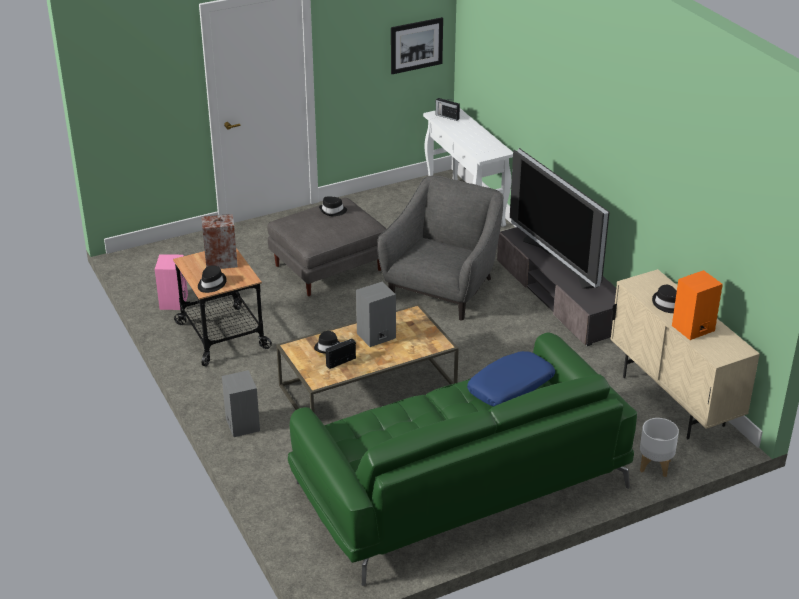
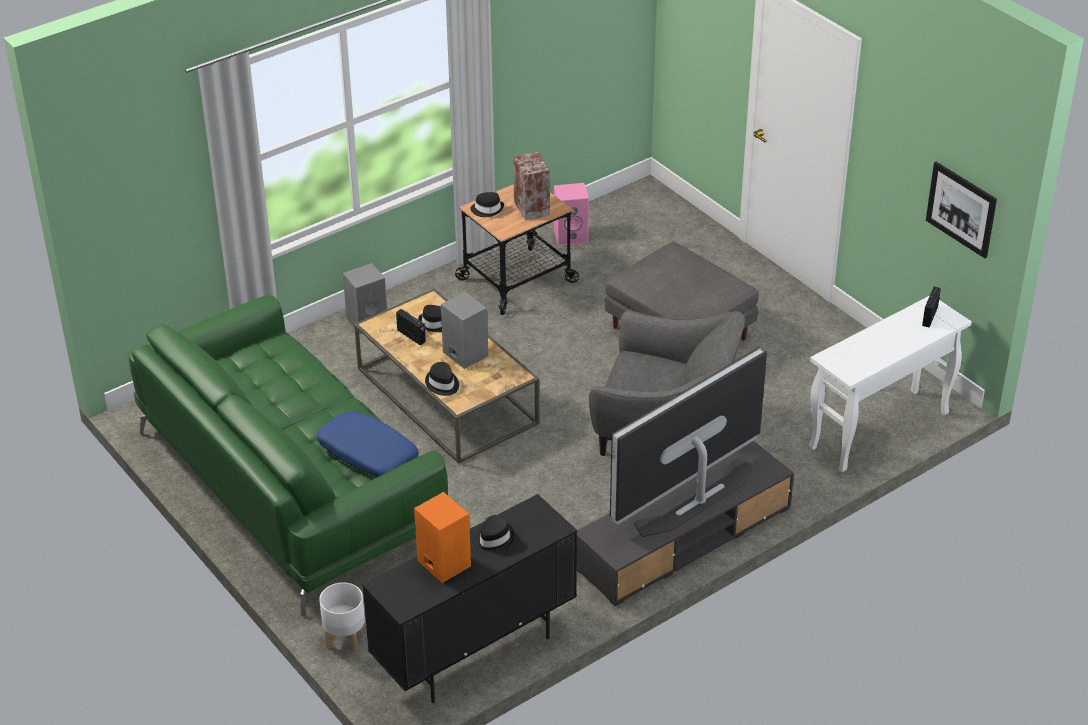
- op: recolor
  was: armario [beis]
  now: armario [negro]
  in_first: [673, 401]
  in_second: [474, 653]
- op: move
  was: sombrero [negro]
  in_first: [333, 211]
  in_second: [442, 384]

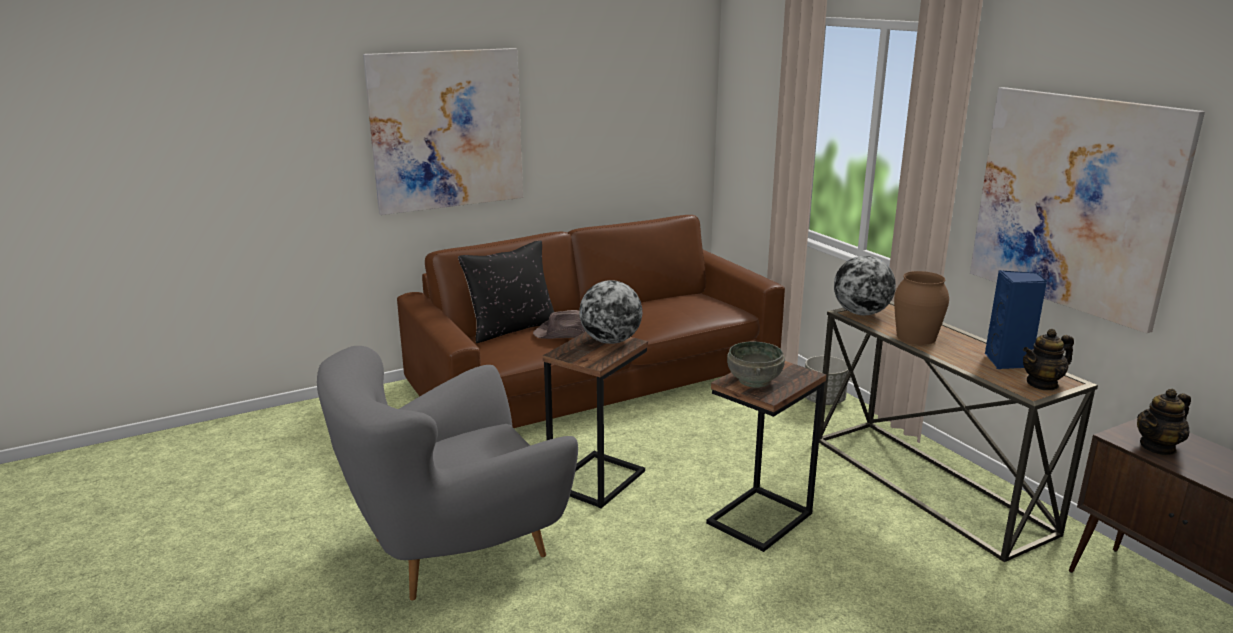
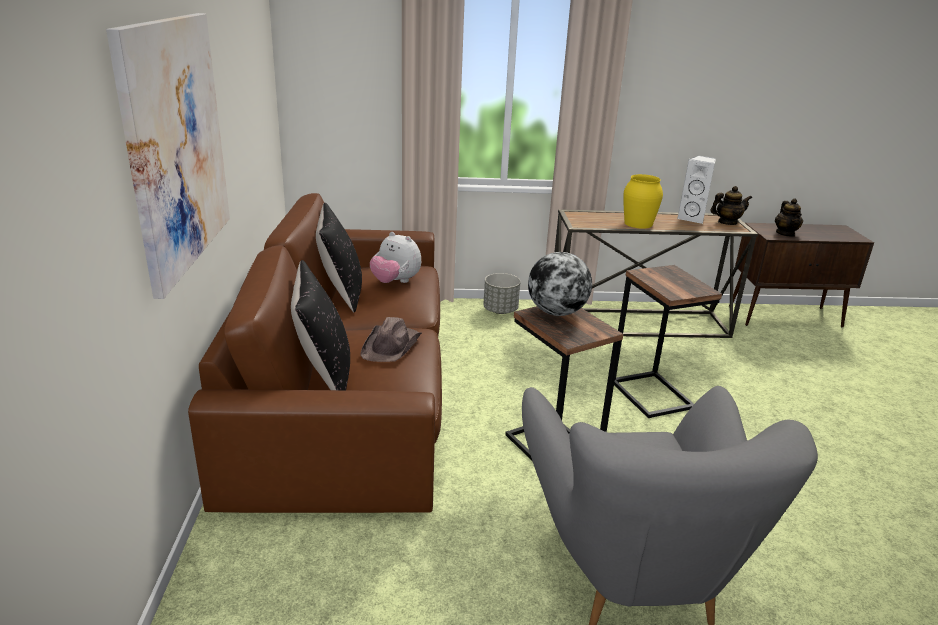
- op: insert
  now: cojín [negro]
  in_second: [341, 293]
- op: insert
  now: peluche
  in_second: [395, 282]
- op: recolor
  was: florero [marrón]
  now: florero [amarillo]
  in_first: [915, 337]
  in_second: [638, 224]
- op: recolor
  was: altavoz [azul]
  now: altavoz [blanco]
  in_first: [1008, 362]
  in_second: [692, 218]
- op: rotate
  was: tetera
  in_first: [1042, 384]
  in_second: [727, 222]
  clockwise: -105
- op: delete
  was: cuenco [gris]
  in_first: [755, 381]
- op: delete
  was: globo terráqueo
  in_first: [861, 313]
- op: delete
  was: cuadro
  in_first: [1074, 203]

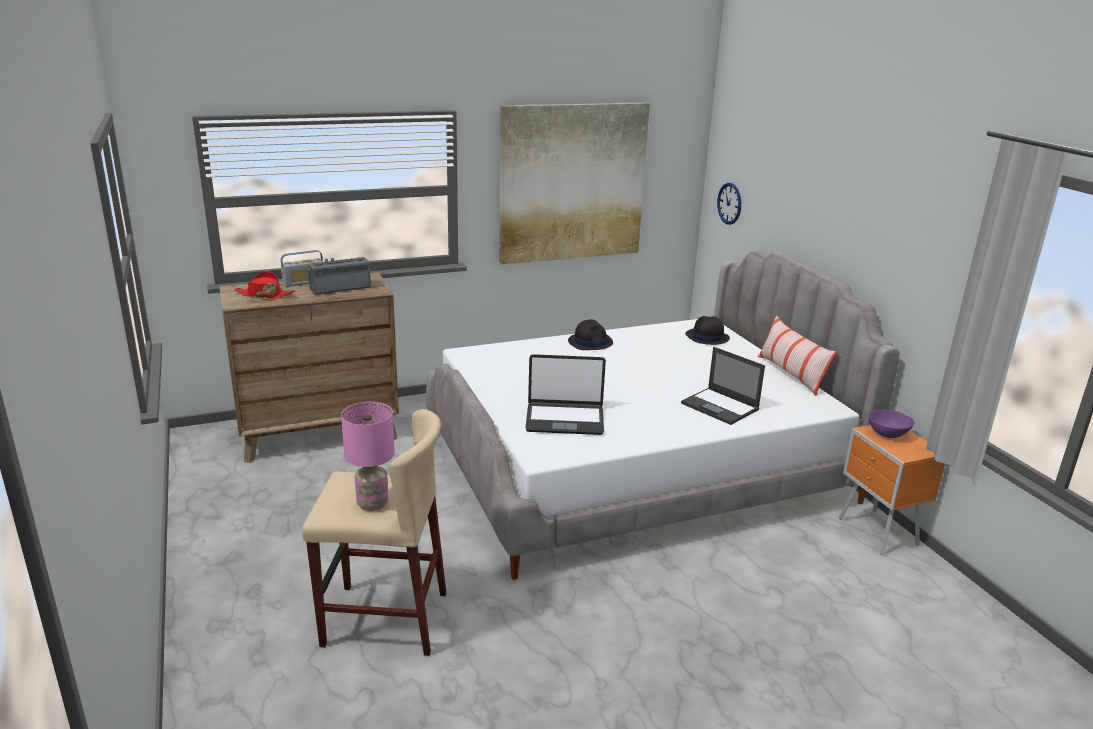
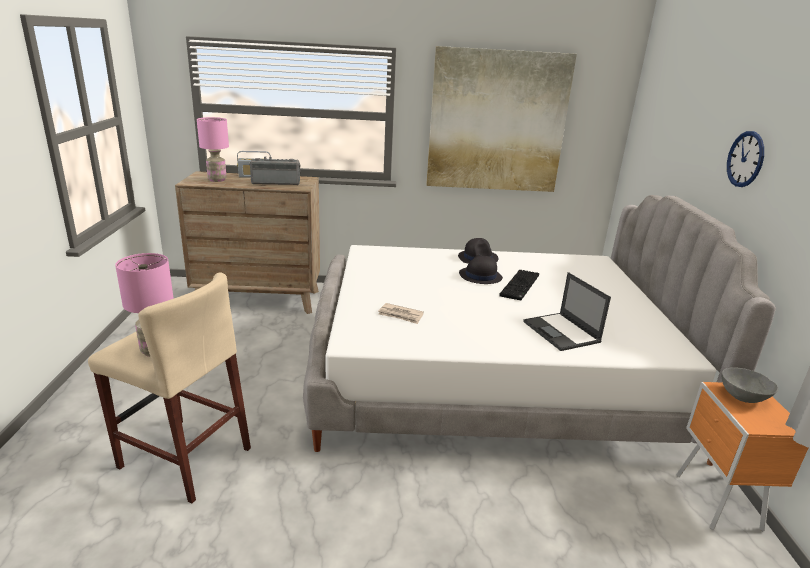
- op: replace
  was: sombrero [rojo]
  now: lámpara de mesa [rosa]
  in_first: [264, 295]
  in_second: [217, 180]
- op: replace
  was: portátil
  now: periódico
  in_first: [564, 420]
  in_second: [401, 315]
- op: move
  was: sombrero [negro]
  in_first: [707, 337]
  in_second: [480, 276]
- op: insert
  now: teclado
  in_second: [520, 286]
- op: recolor
  was: cuenco [morado]
  now: cuenco [gris]
  in_first: [887, 434]
  in_second: [743, 396]
- op: move
  was: reloj de pared
  in_first: [729, 203]
  in_second: [745, 159]
- op: delete
  was: cojín
  in_first: [791, 374]

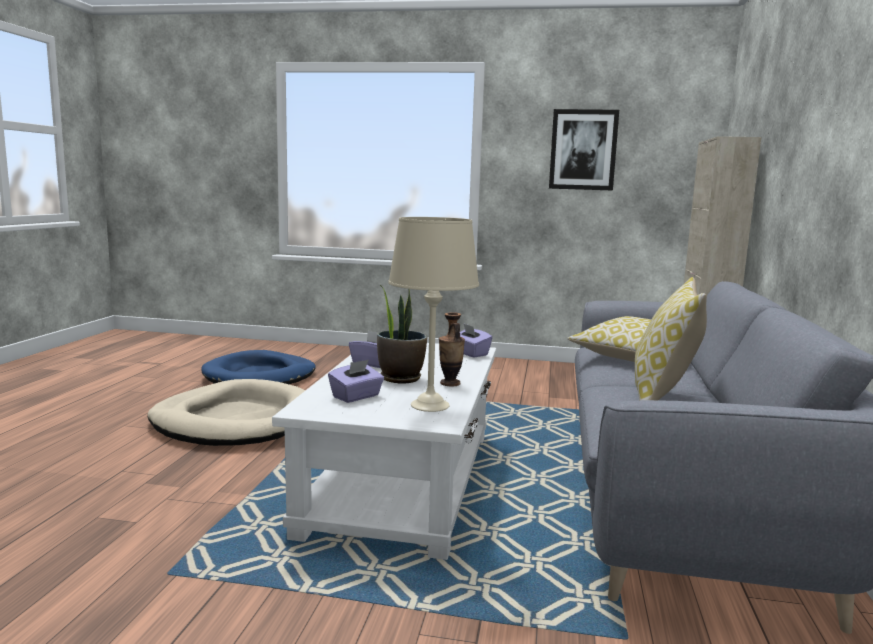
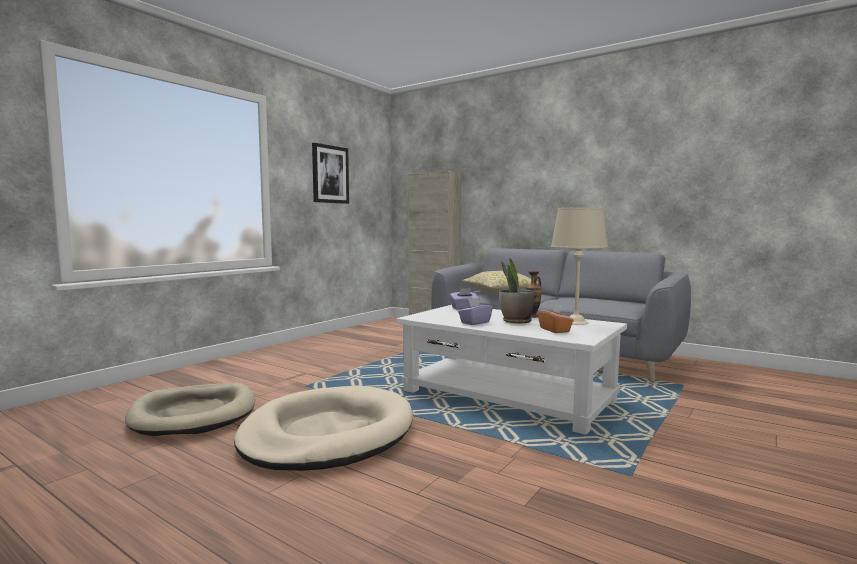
- op: recolor
  was: cama para perro [azul]
  now: cama para perro [beis]
  in_first: [260, 376]
  in_second: [194, 414]
- op: recolor
  was: caja de pañuelos [morado]
  now: caja de pañuelos [naranja]
  in_first: [356, 397]
  in_second: [555, 330]
- op: delete
  was: cojín
  in_first: [662, 397]

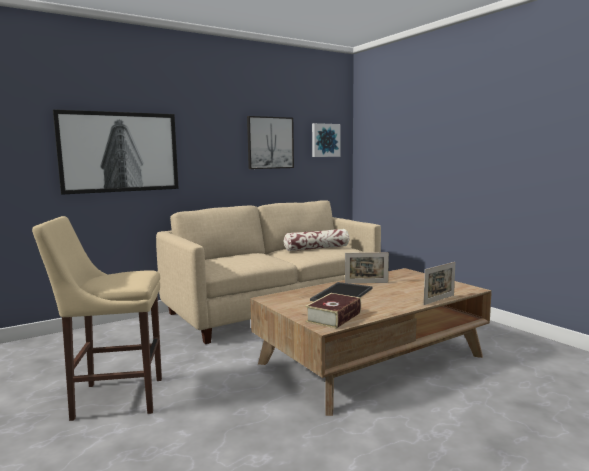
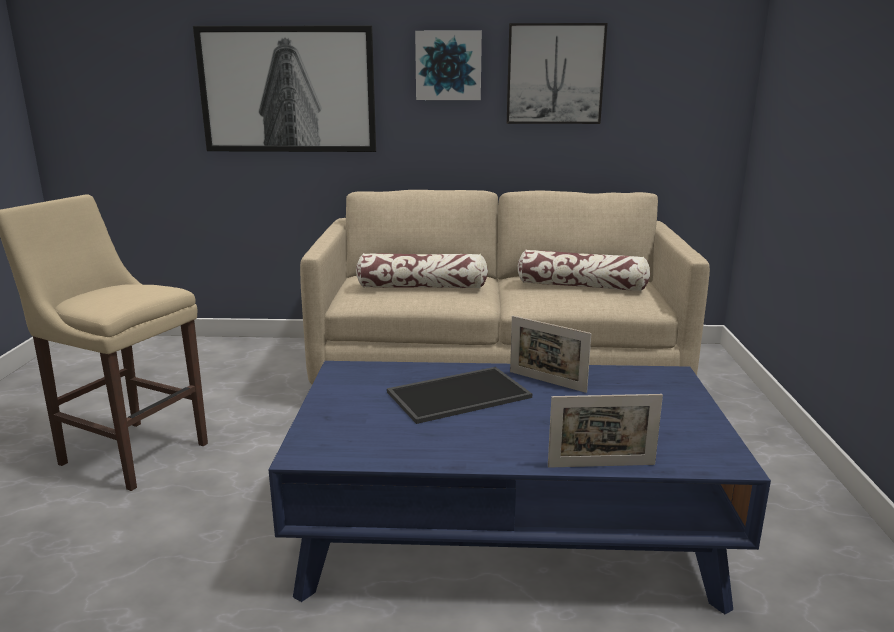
- op: recolor
  was: mesa de centro [marrón]
  now: mesa de centro [azul]
  in_first: [372, 359]
  in_second: [507, 527]
- op: insert
  now: cojín
  in_second: [422, 287]
- op: move
  was: cuadro
  in_first: [325, 140]
  in_second: [448, 65]
- op: delete
  was: libro
  in_first: [334, 317]

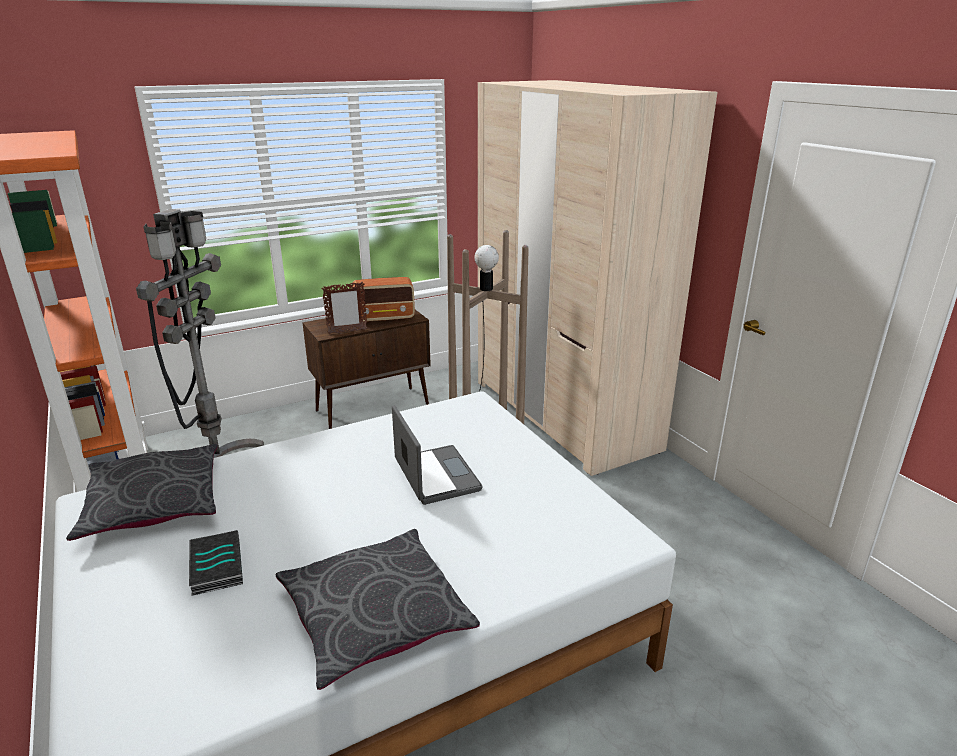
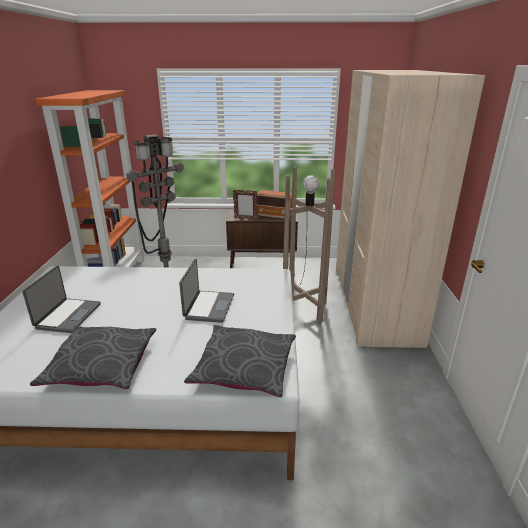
- op: replace
  was: libro
  now: portátil
  in_first: [215, 566]
  in_second: [67, 316]
- op: move
  was: cojín [gris]
  in_first: [153, 503]
  in_second: [244, 368]

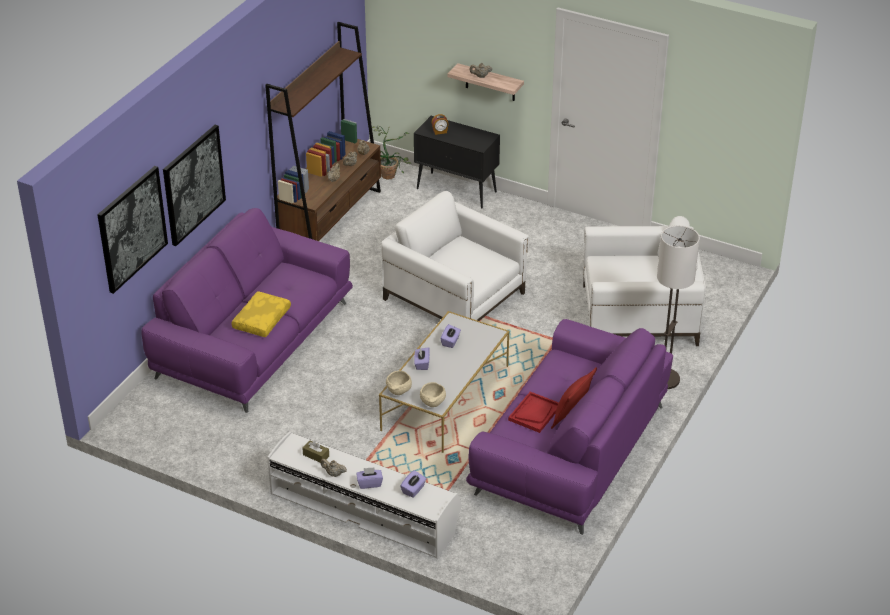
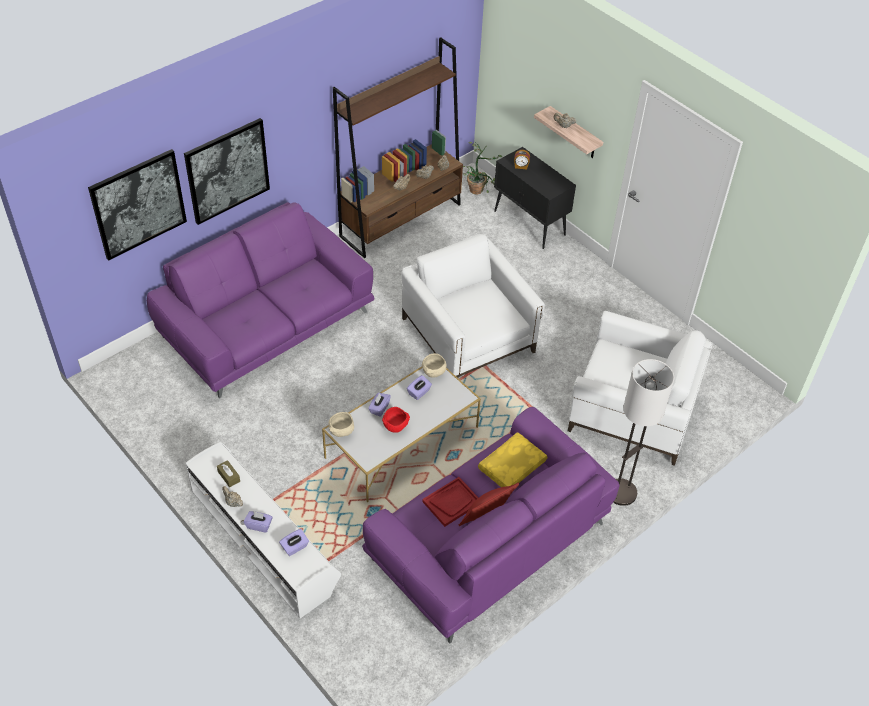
- op: insert
  now: cuenco [rojo]
  in_second: [395, 426]
- op: move
  was: cuenco [beis]
  in_first: [433, 403]
  in_second: [433, 373]
- op: move
  was: cojín [amarillo]
  in_first: [261, 319]
  in_second: [511, 466]

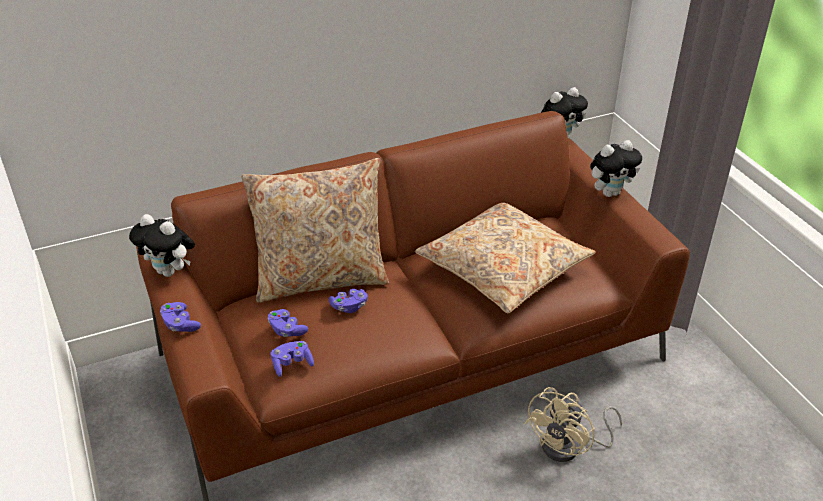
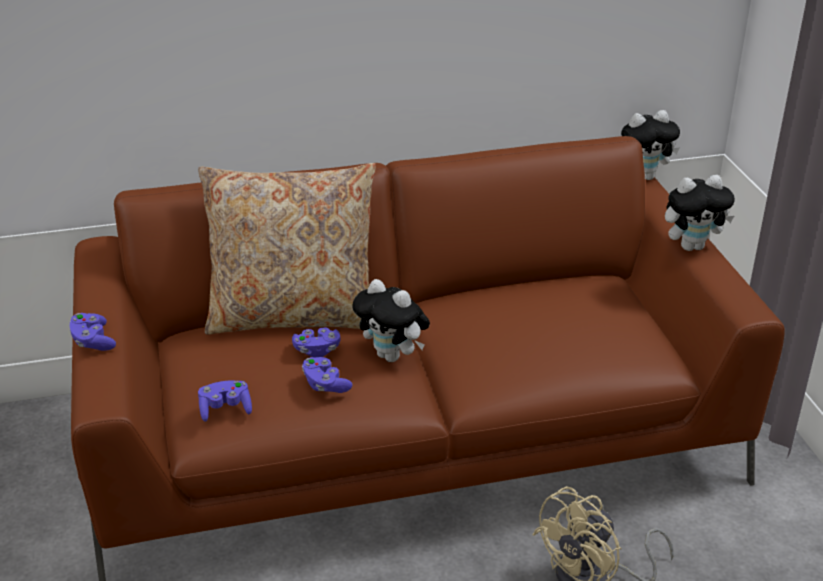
- op: move
  was: mando de consola [morado]
  in_first: [287, 330]
  in_second: [325, 385]
- op: move
  was: peluche
  in_first: [170, 271]
  in_second: [393, 356]
- op: delete
  was: cojín [beis]
  in_first: [503, 267]

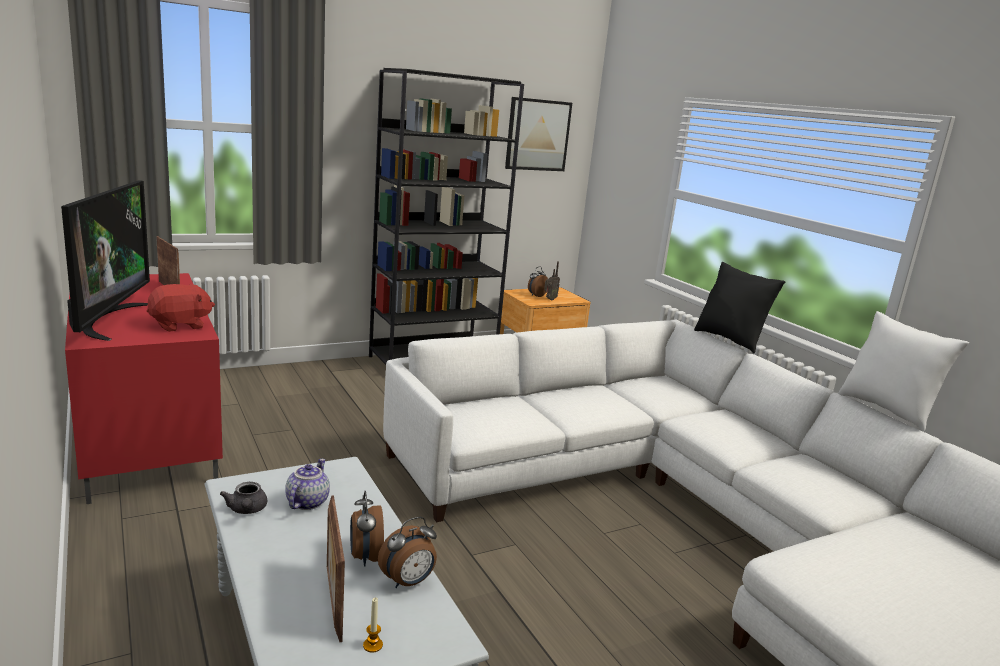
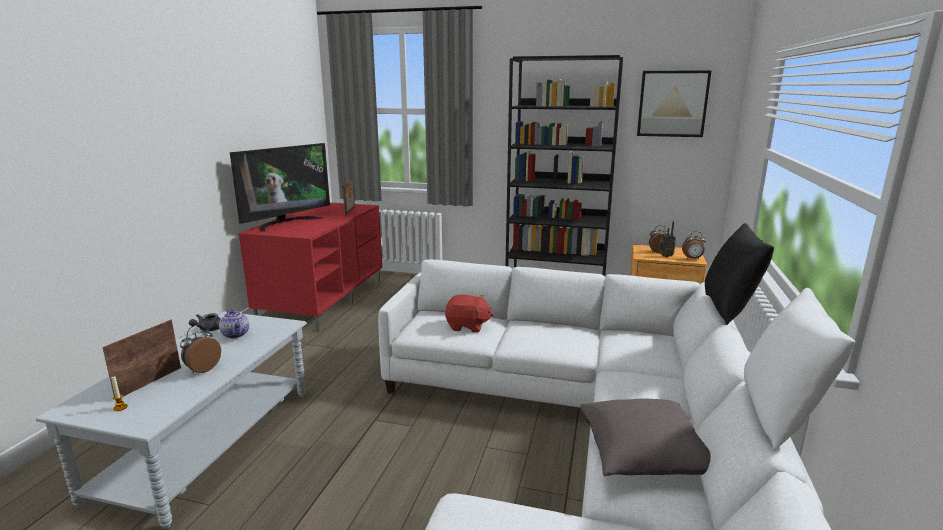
- op: rotate
  was: tetera
  in_first: [306, 502]
  in_second: [236, 334]
  clockwise: 90
- op: move
  was: peluche [rojo]
  in_first: [180, 325]
  in_second: [467, 326]
- op: insert
  now: cojín [gris]
  in_second: [644, 457]
- op: move
  was: despertador
  in_first: [408, 582]
  in_second: [692, 259]

